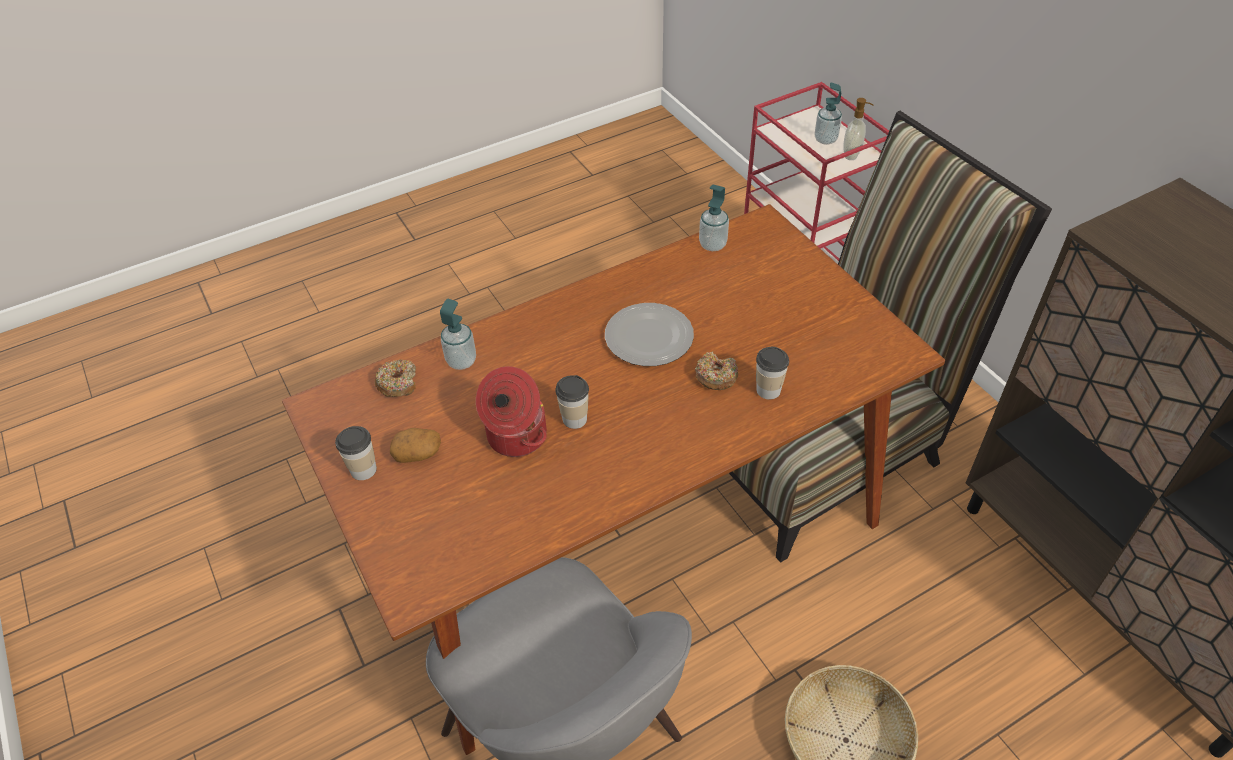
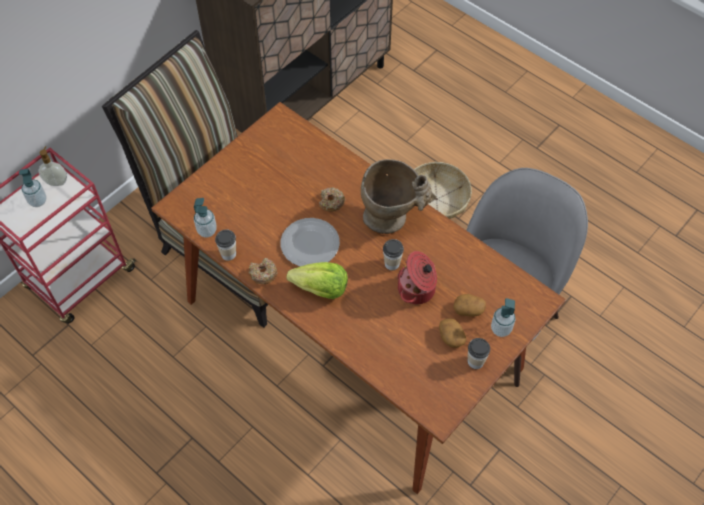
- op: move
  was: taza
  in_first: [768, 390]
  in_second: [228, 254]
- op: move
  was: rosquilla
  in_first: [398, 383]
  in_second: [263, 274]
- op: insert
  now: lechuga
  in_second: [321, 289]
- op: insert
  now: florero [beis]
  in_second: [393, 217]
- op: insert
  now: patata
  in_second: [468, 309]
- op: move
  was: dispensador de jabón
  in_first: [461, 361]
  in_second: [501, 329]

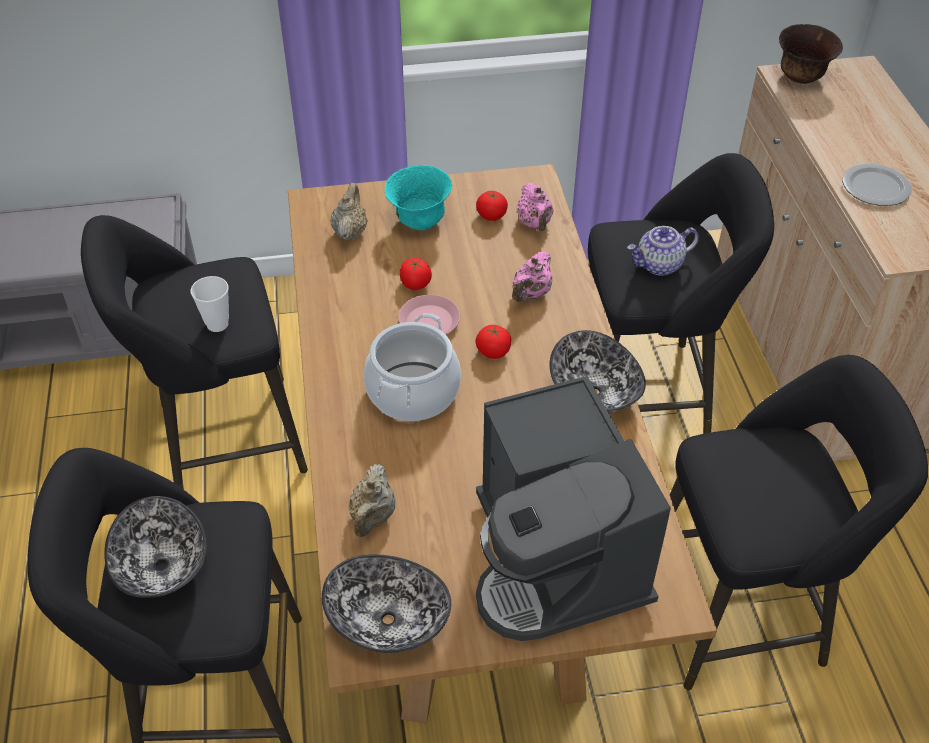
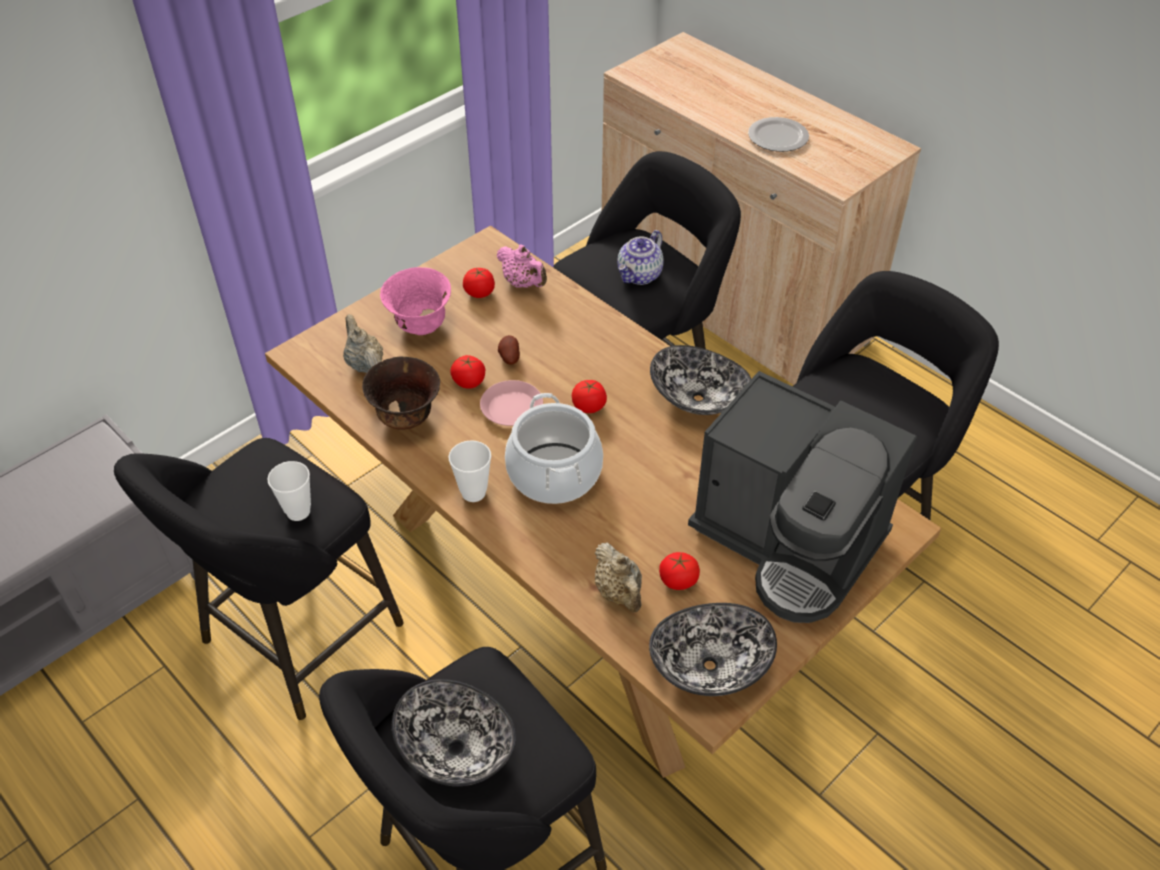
- op: move
  was: cuenco [marrón]
  in_first: [801, 78]
  in_second: [406, 418]
- op: recolor
  was: cuenco [turquesa]
  now: cuenco [rosa]
  in_first: [420, 222]
  in_second: [421, 326]
- op: insert
  now: taza
  in_second: [473, 492]
- op: insert
  now: patata
  in_second: [509, 358]
- op: insert
  now: tomate
  in_second: [678, 580]
- op: delete
  was: tetera [rosa]
  in_first: [531, 294]

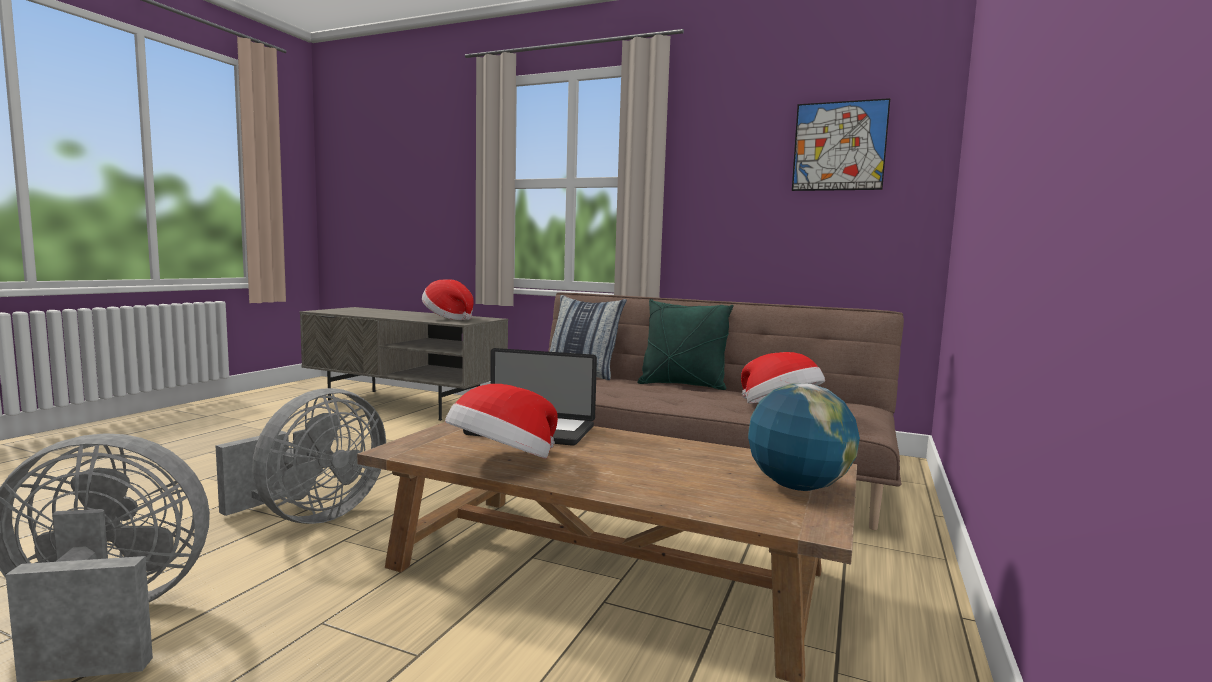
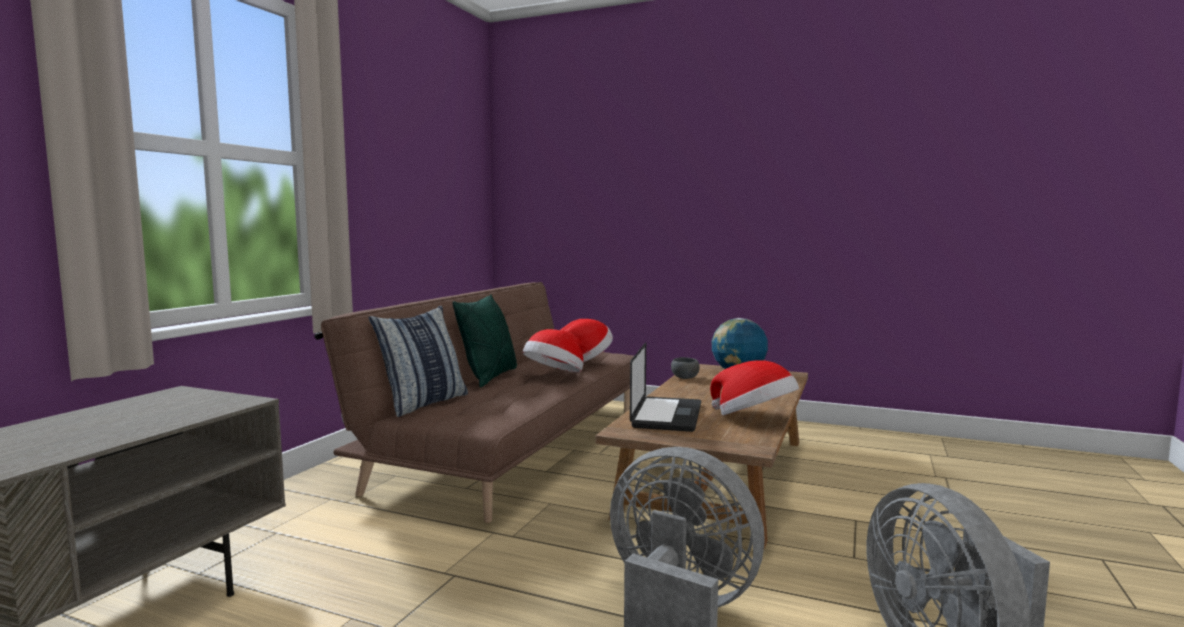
- op: move
  was: sombrero
  in_first: [449, 318]
  in_second: [555, 375]
- op: insert
  now: cuenco [gris]
  in_second: [684, 378]
- op: delete
  was: cuadro
  in_first: [839, 146]

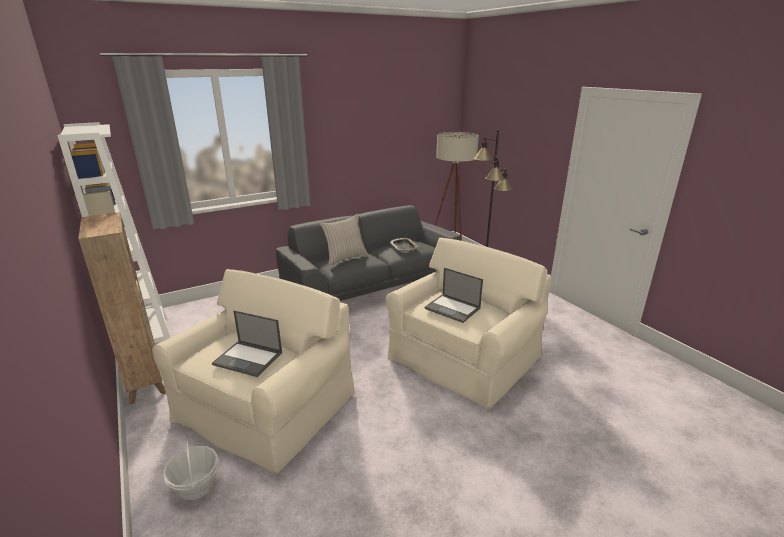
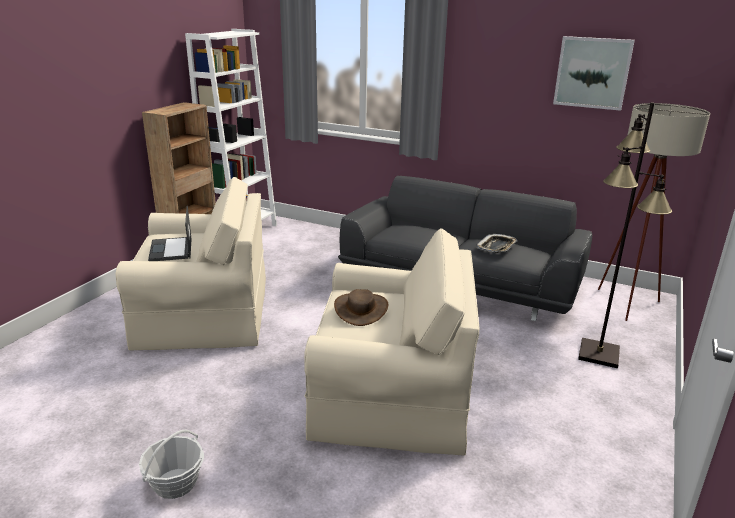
- op: move
  was: cesta
  in_first: [196, 486]
  in_second: [175, 483]
- op: replace
  was: portátil
  now: sombrero [marrón]
  in_first: [453, 308]
  in_second: [361, 309]
- op: insert
  now: cuadro
  in_second: [592, 73]
- op: delete
  was: cojín [beis]
  in_first: [345, 258]

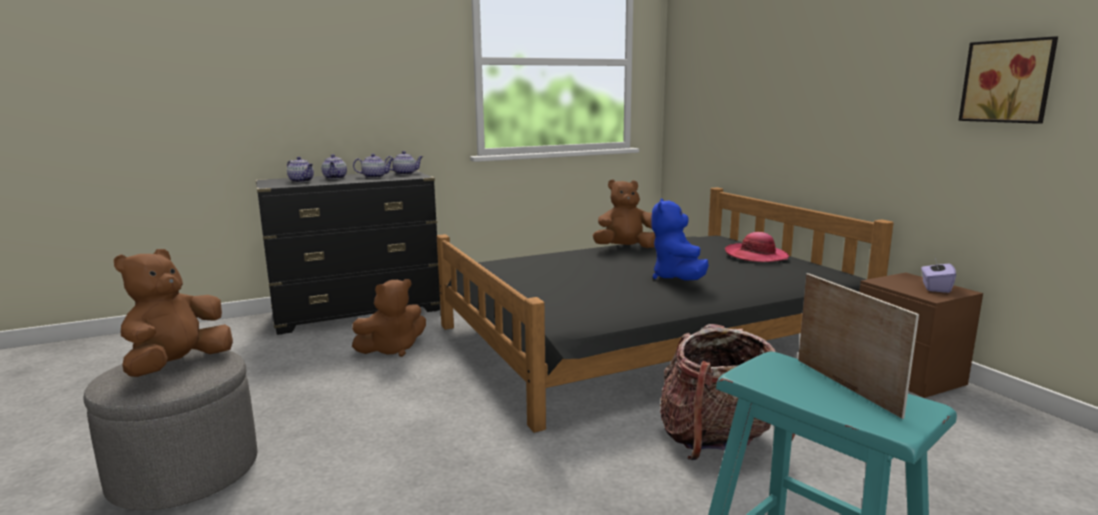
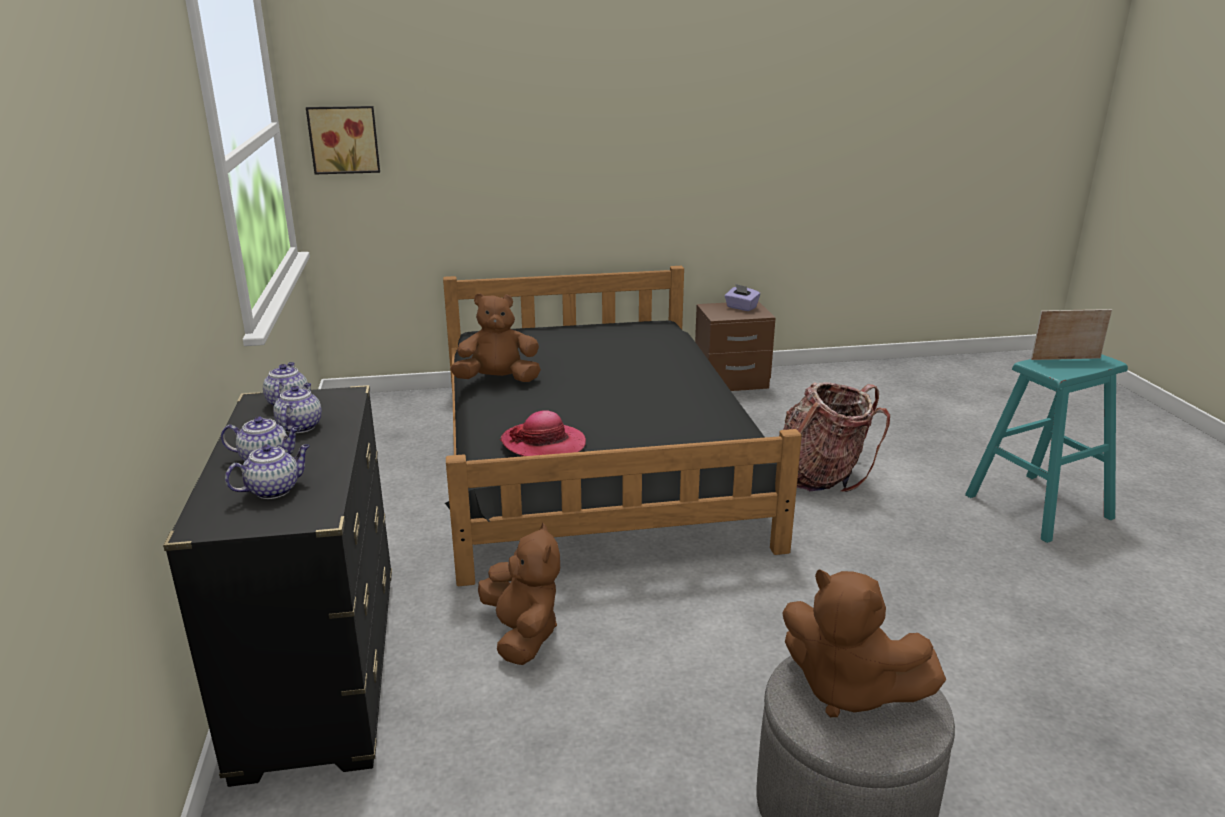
- op: move
  was: cuadro
  in_first: [1008, 81]
  in_second: [344, 139]
- op: rotate
  was: peluche [marrón]
  in_first: [625, 248]
  in_second: [498, 380]
  clockwise: 75
- op: move
  was: sombrero
  in_first: [756, 256]
  in_second: [544, 444]
- op: delete
  was: peluche [azul]
  in_first: [678, 279]

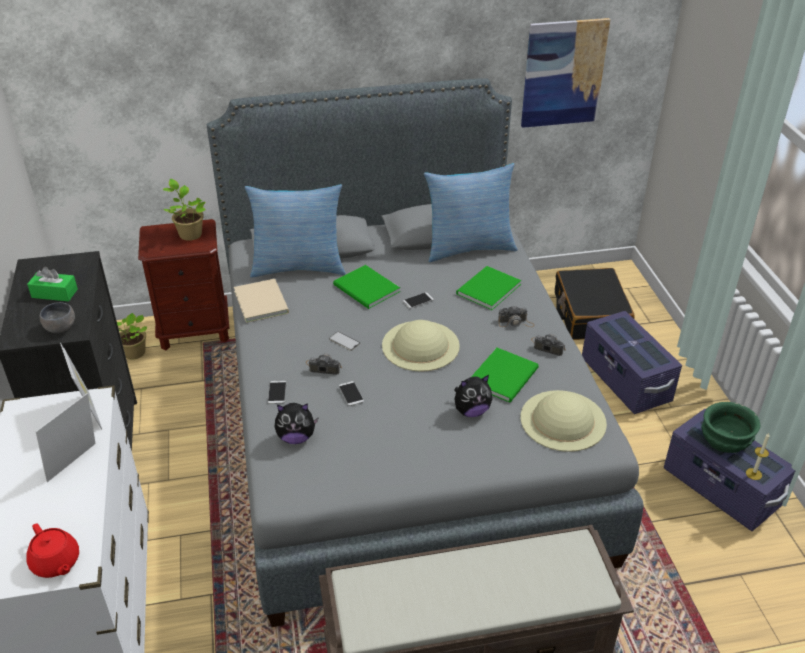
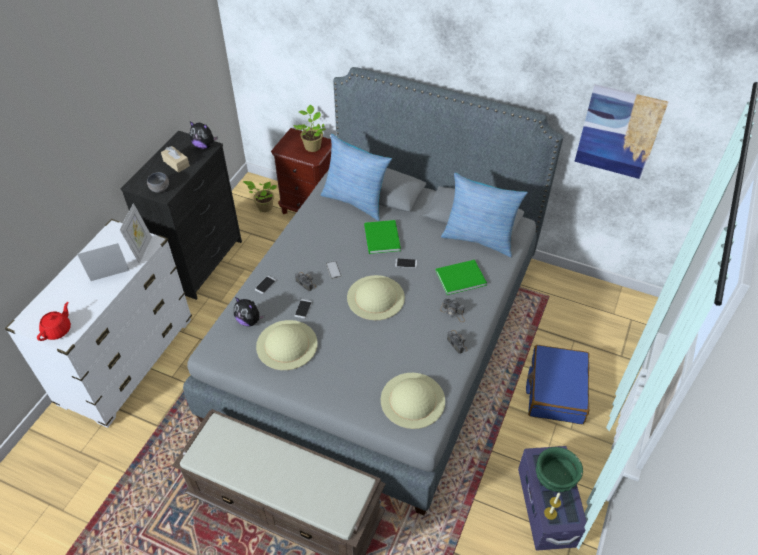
- op: rotate
  was: tetera [rojo]
  in_first: [56, 563]
  in_second: [58, 330]
  clockwise: -150
- op: recolor
  was: caja de pañuelos [verde]
  now: caja de pañuelos [beis]
  in_first: [54, 293]
  in_second: [176, 163]
- op: move
  was: peluche
  in_first: [471, 411]
  in_second: [204, 146]
- op: insert
  now: sombrero [beis]
  in_second: [286, 344]
- op: replace
  was: caja de almacenaje [morado]
  now: maleta [azul]
  in_first: [625, 380]
  in_second: [556, 390]
- op: delete
  was: libro [beis]
  in_first: [262, 300]
- op: delete
  was: libro [verde]
  in_first: [505, 376]
- op: delete
  was: maleta [negro]
  in_first: [590, 314]

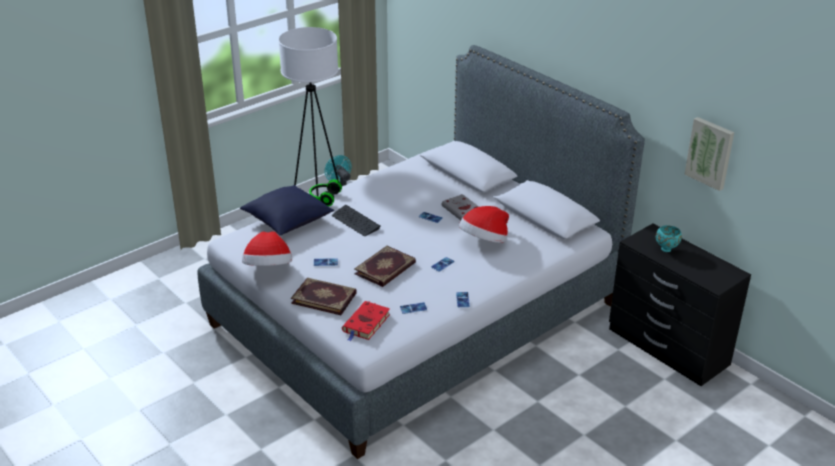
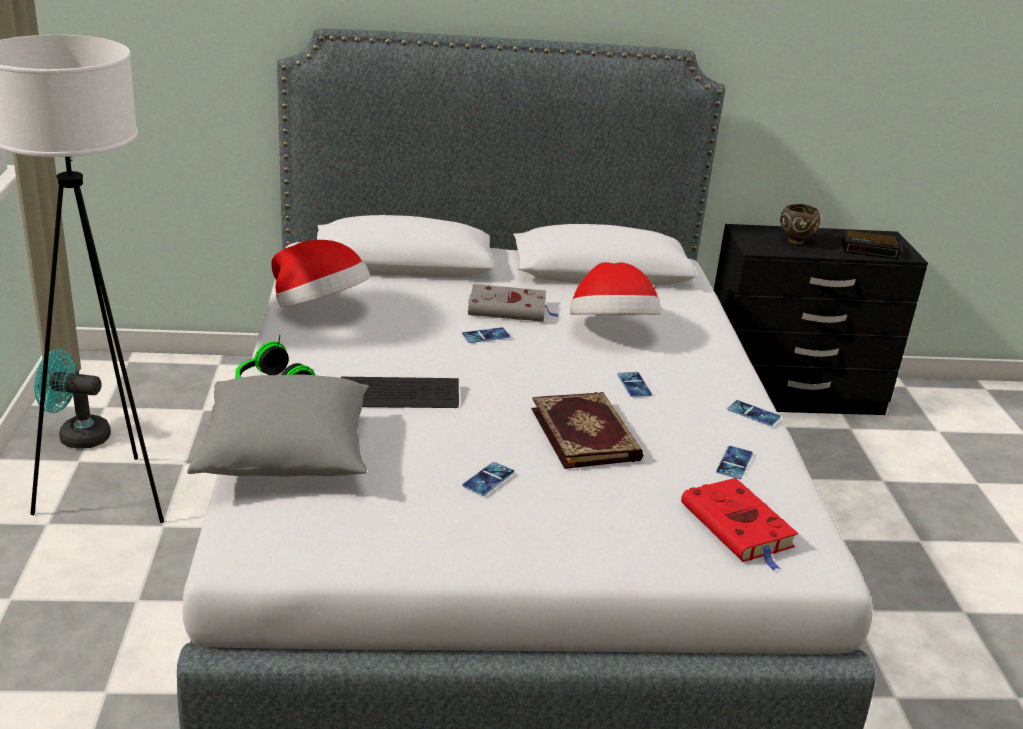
- op: recolor
  was: cojín [azul]
  now: cojín [gris]
  in_first: [288, 222]
  in_second: [286, 456]
- op: move
  was: sombrero
  in_first: [268, 269]
  in_second: [320, 309]
- op: recolor
  was: cuenco [turquesa]
  now: cuenco [marrón]
  in_first: [666, 249]
  in_second: [795, 242]
- op: insert
  now: despertador
  in_second: [871, 250]
- op: delete
  was: libro
  in_first: [324, 297]
- op: delete
  was: cuadro
  in_first: [710, 153]

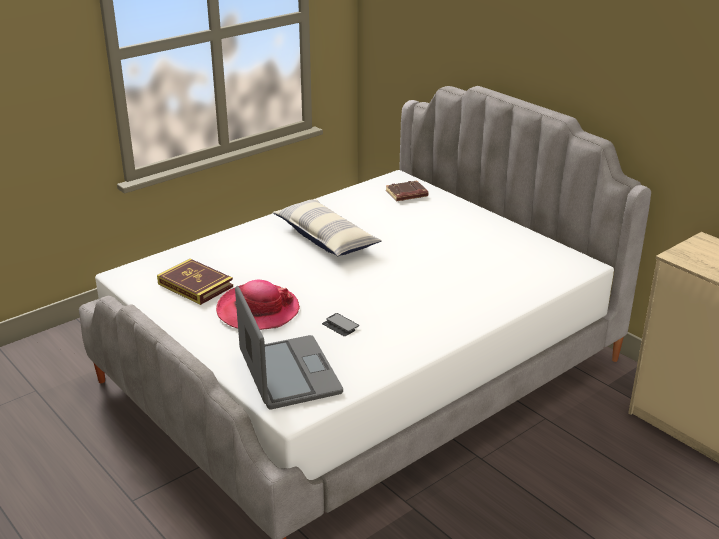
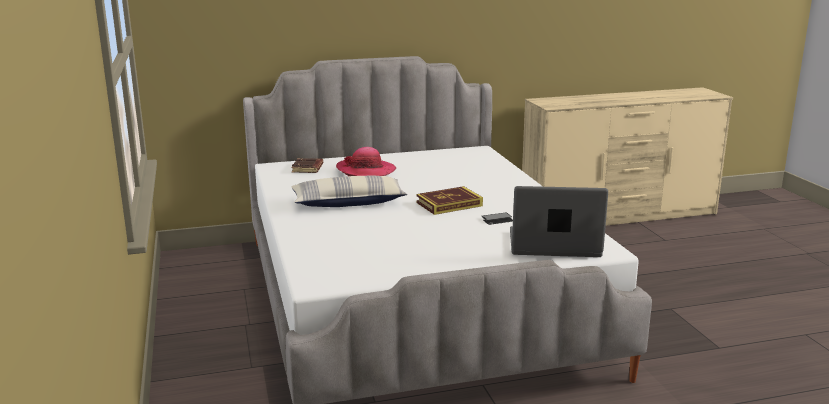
- op: move
  was: sombrero
  in_first: [258, 310]
  in_second: [366, 170]
- op: move
  was: libro
  in_first: [195, 285]
  in_second: [449, 204]

